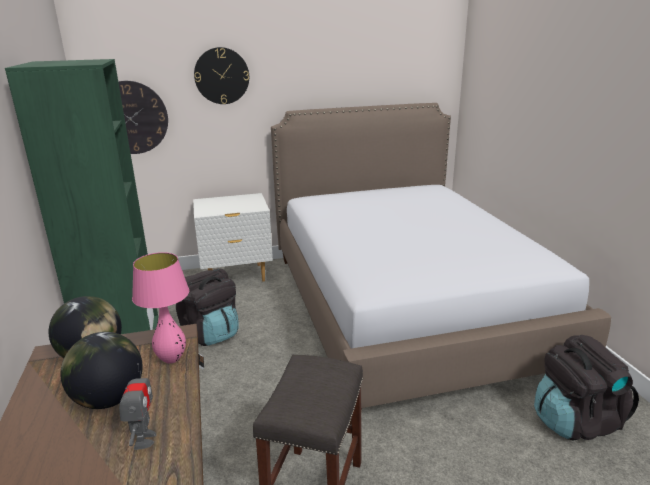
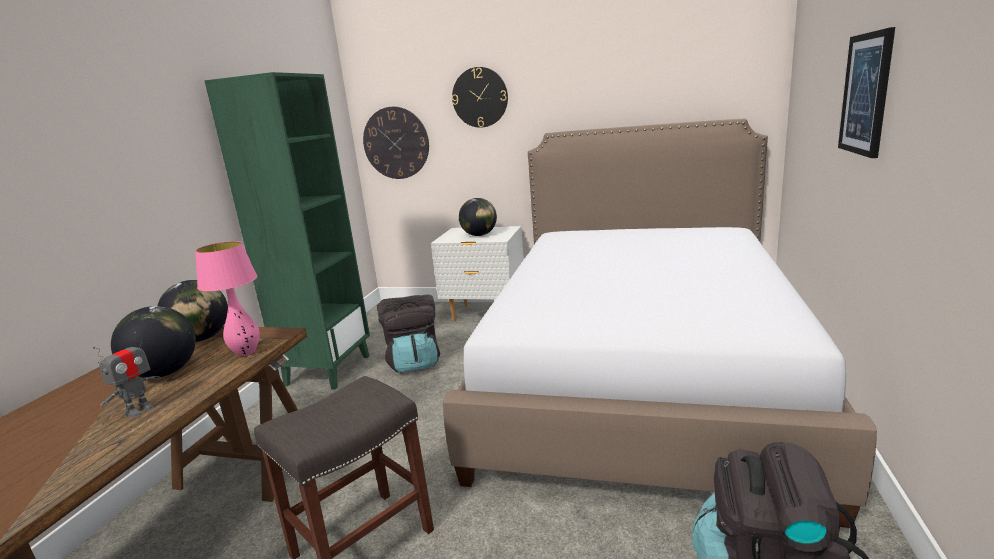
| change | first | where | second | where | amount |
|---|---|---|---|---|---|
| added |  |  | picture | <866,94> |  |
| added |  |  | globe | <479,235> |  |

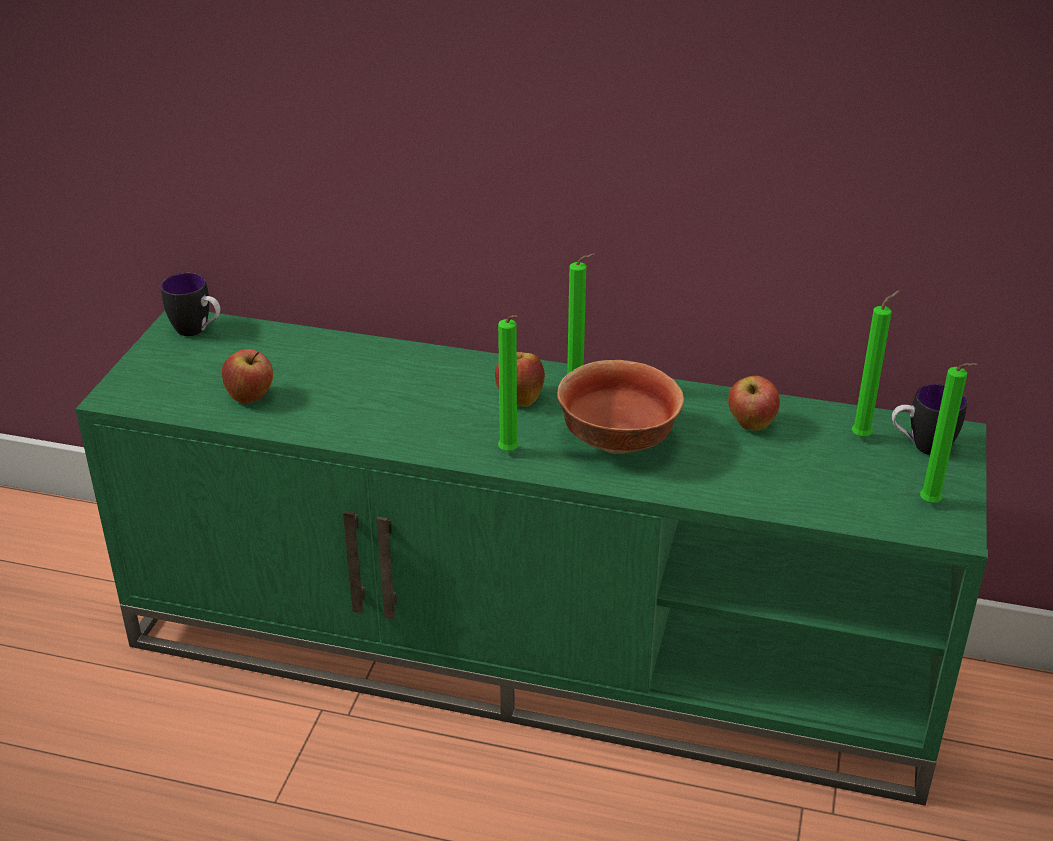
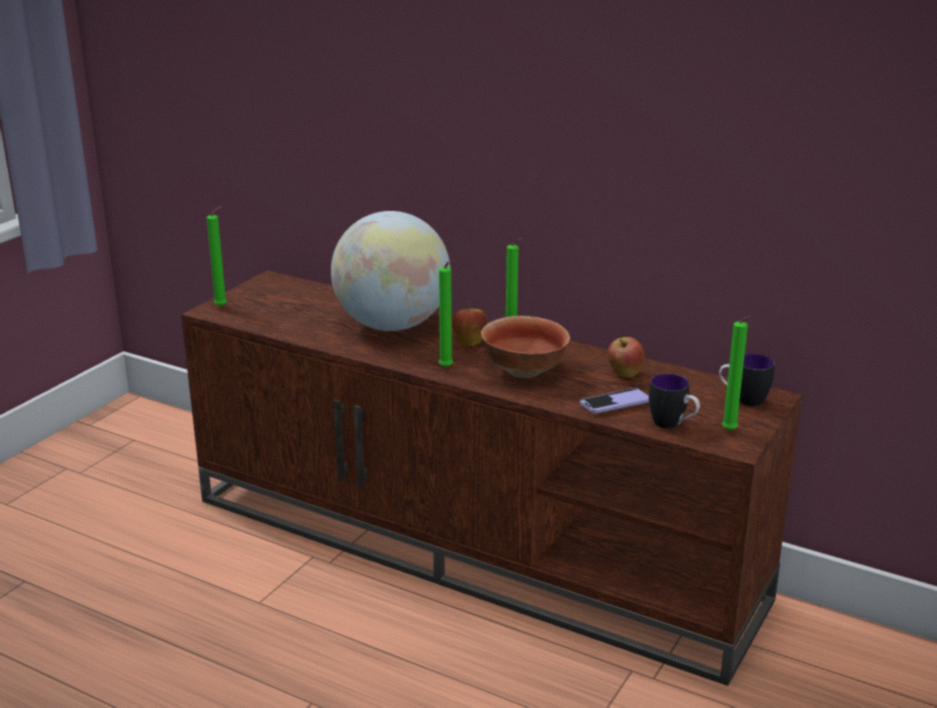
| change | first | where | second | where | amount |
|---|---|---|---|---|---|
| moved | coffee mug | <198,331> |  | <672,425> |  |
| moved | wax light/green-coloured | <863,436> |  | <223,306> |  |
| recoloured | media console/green-coloured | <533,652> | media console/brownish | <474,547> |  |
| removed | apple fruit | <251,397> |  |  |  |
| added |  |  | globe | <392,325> |  |
| added |  |  | handset | <615,403> |  |

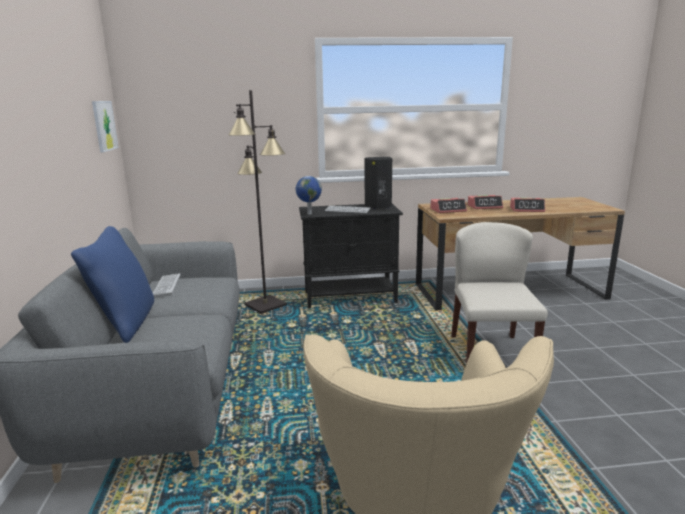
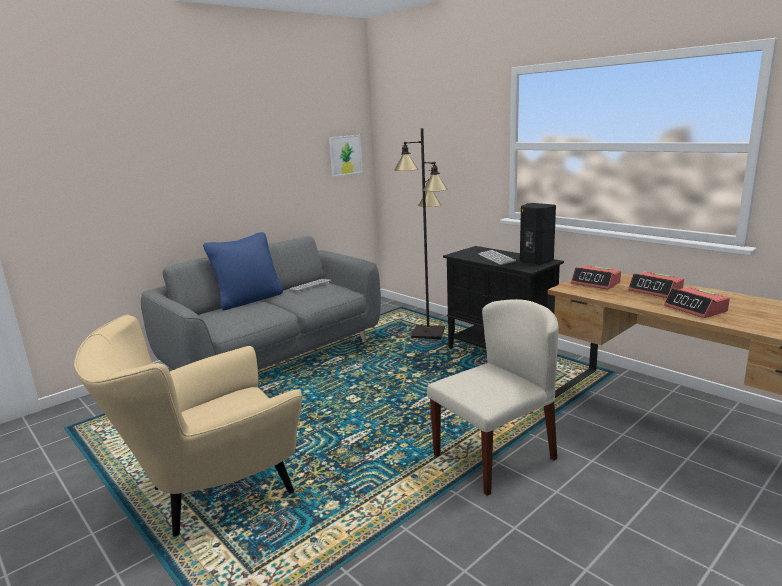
| change | first | where | second | where | amount |
|---|---|---|---|---|---|
| removed | globe | <309,214> |  |  |  |

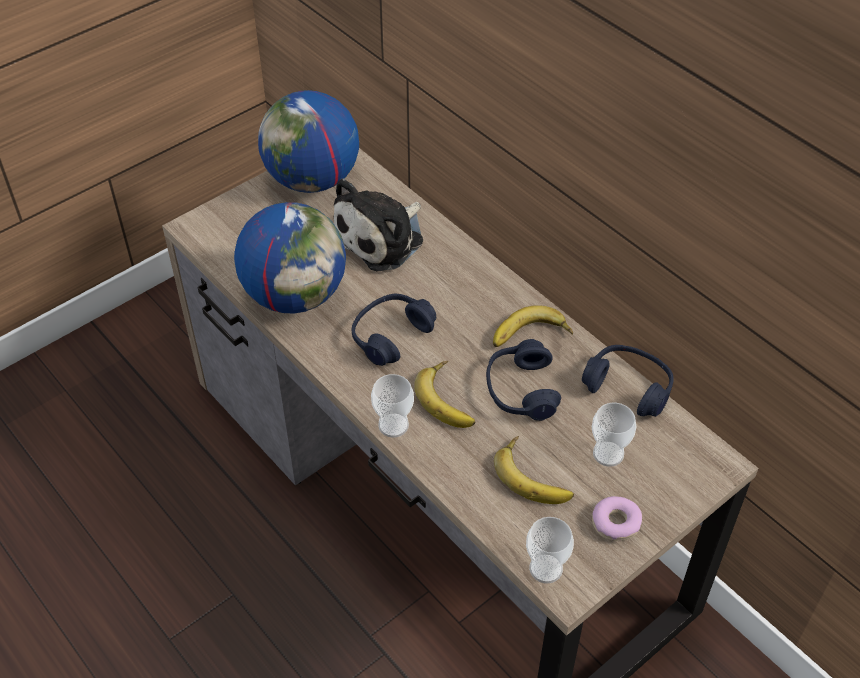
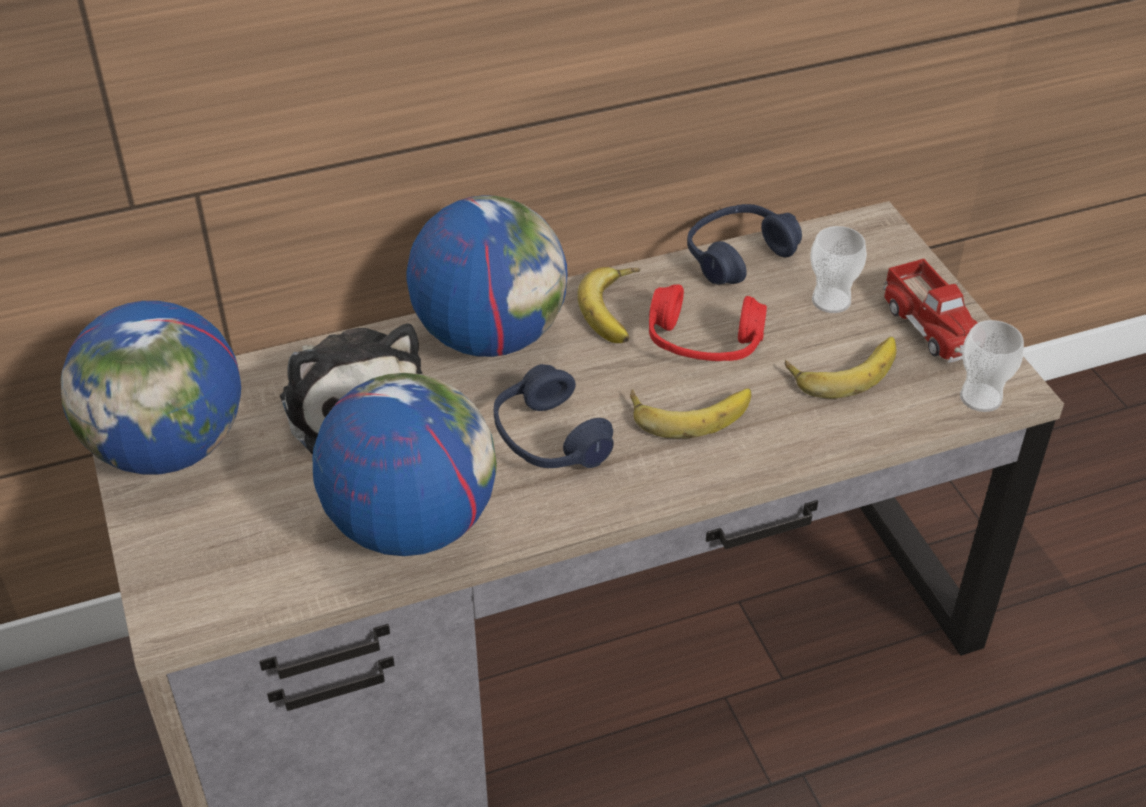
| change | first | where | second | where | amount |
|---|---|---|---|---|---|
| recoloured | pair of headphones/blue-coloured | <520,390> | pair of headphones/red | <703,343> |  |
| removed | cup | <393,425> |  |  |  |
| replaced | ring doughnut | <616,523> | toy truck | <932,324> |  |
| added |  |  | globe | <490,336> |  |

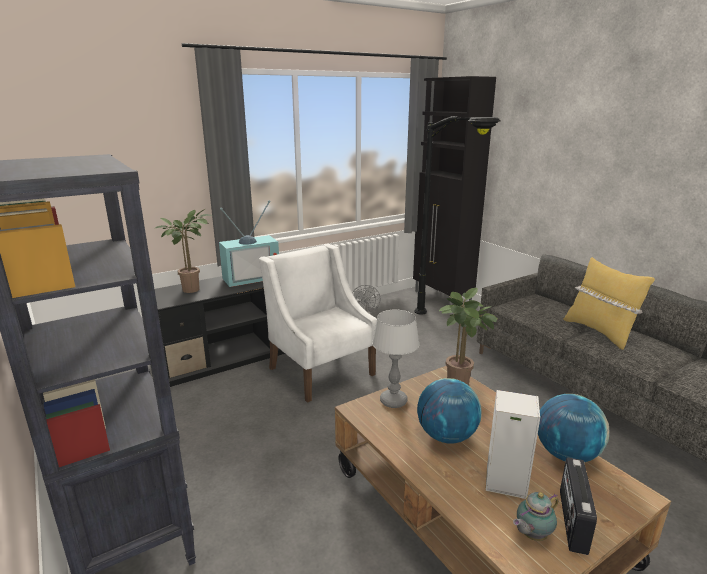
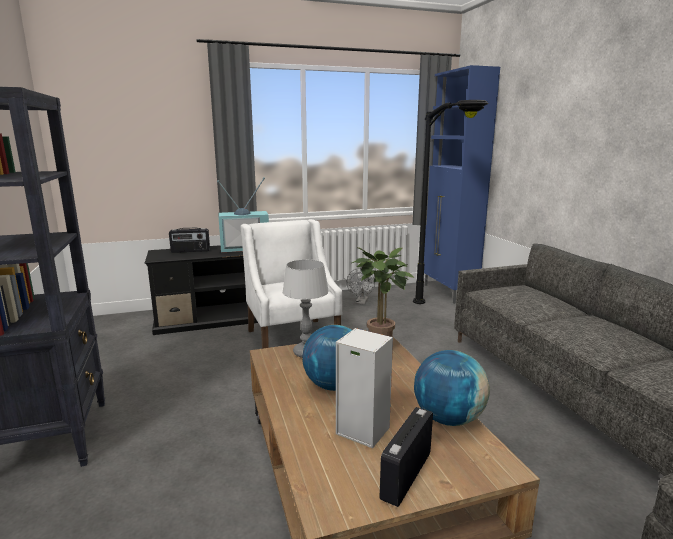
| change | first | where | second | where | amount |
|---|---|---|---|---|---|
| recoloured | cupboard/black | <442,298> | cupboard/blue-coloured | <449,293> |  |
| replaced | houseplant | <192,288> | radio set | <190,251> |  |
| removed | pillow/yellowish | <599,332> |  |  |  |
| removed | teapot | <531,535> |  |  |  |

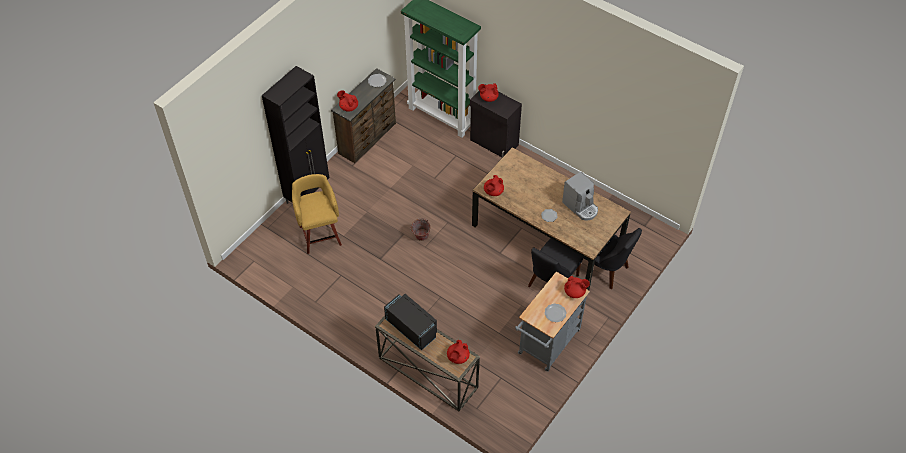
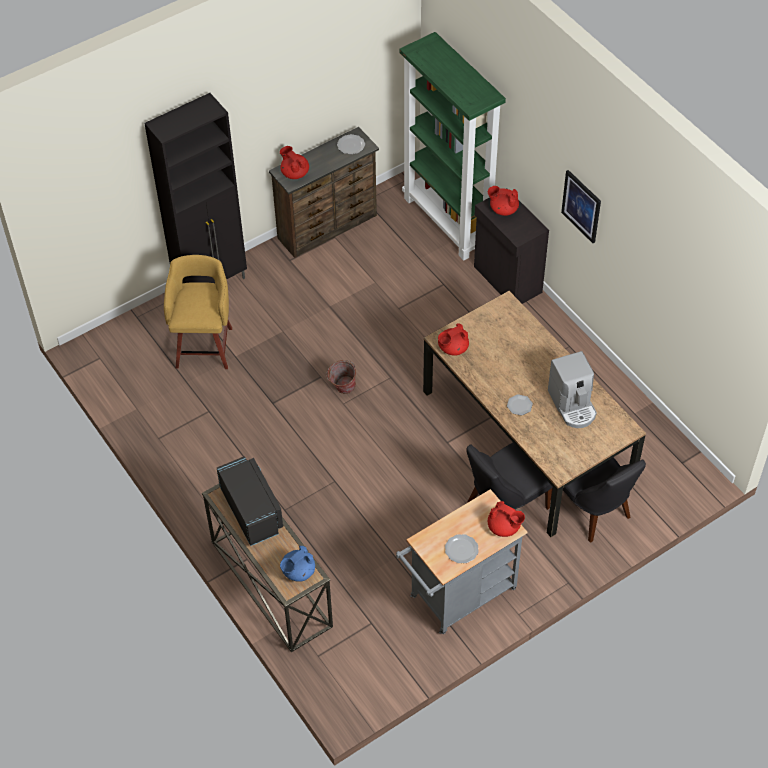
| change | first | where | second | where | amount |
|---|---|---|---|---|---|
| recoloured | teapot/red | <457,357> | teapot/blue-coloured | <298,572> |  |
| added |  |  | picture | <581,206> |  |

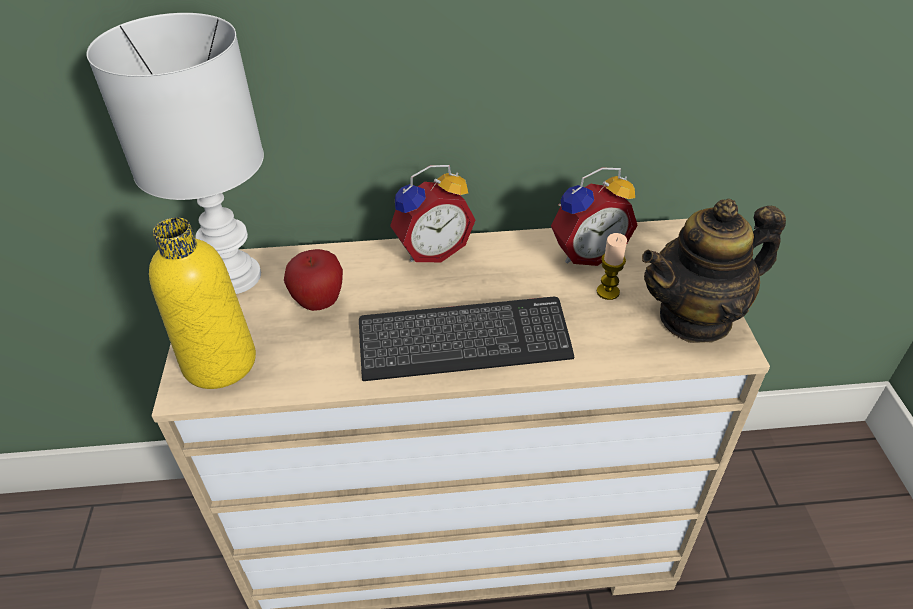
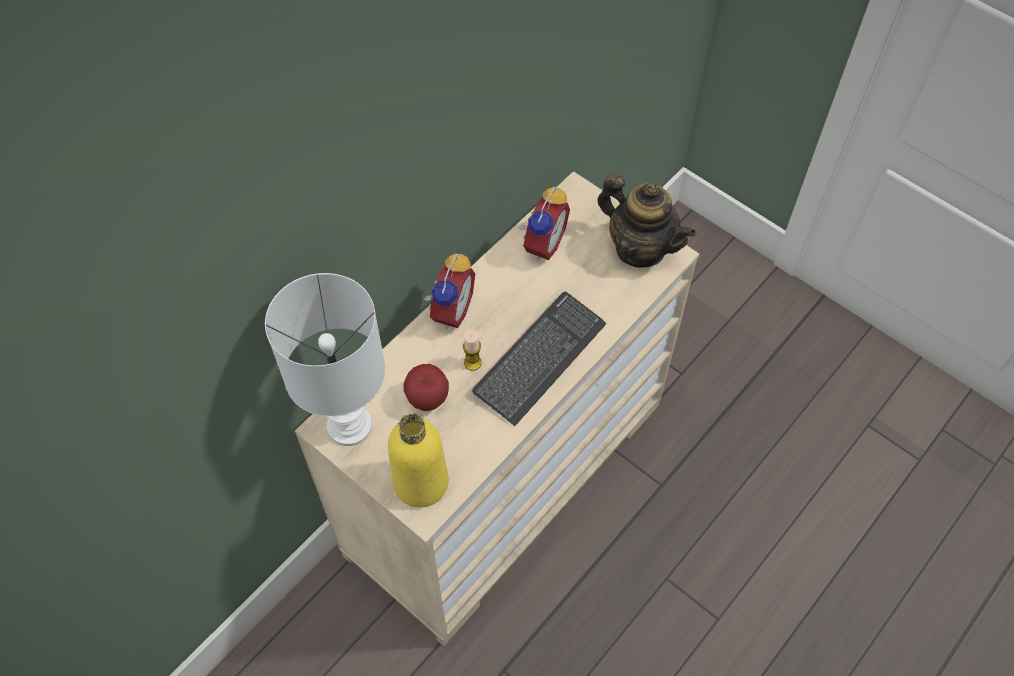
| change | first | where | second | where | amount |
|---|---|---|---|---|---|
| turned | teapot | <695,317> |  | <640,248> | 75 degrees counterclockwise |
| moved | wax light | <608,292> |  | <472,363> |  |

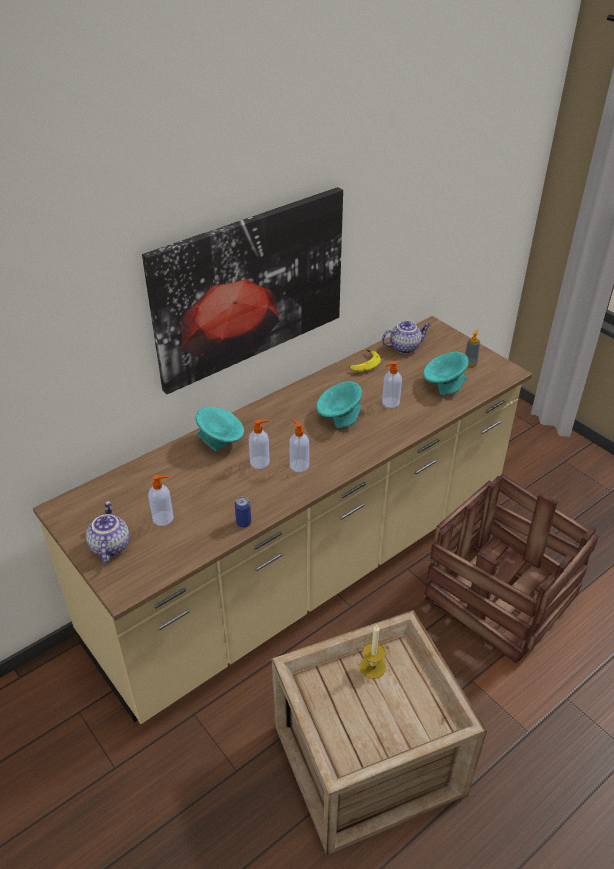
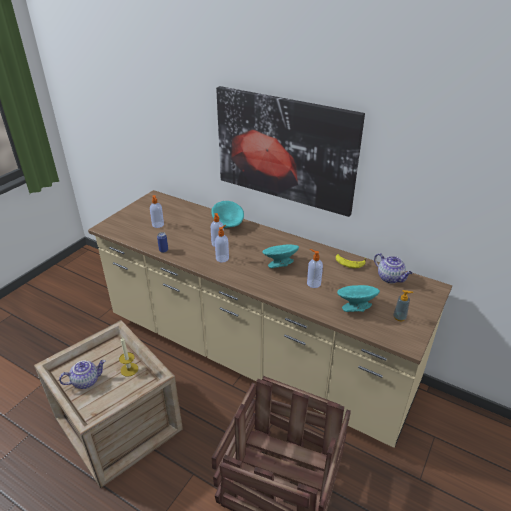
| change | first | where | second | where | amount |
|---|---|---|---|---|---|
| moved | teapot | <109,546> |  | <86,381> |  |

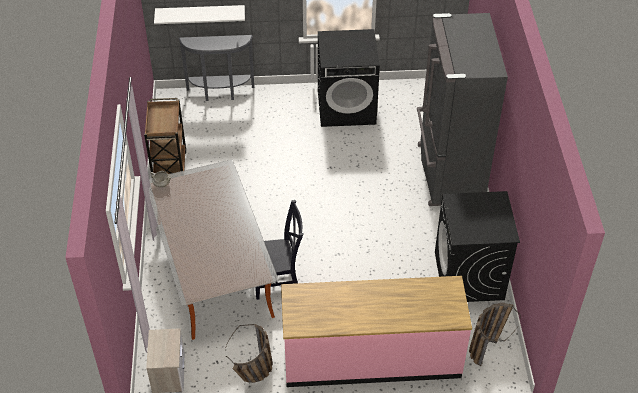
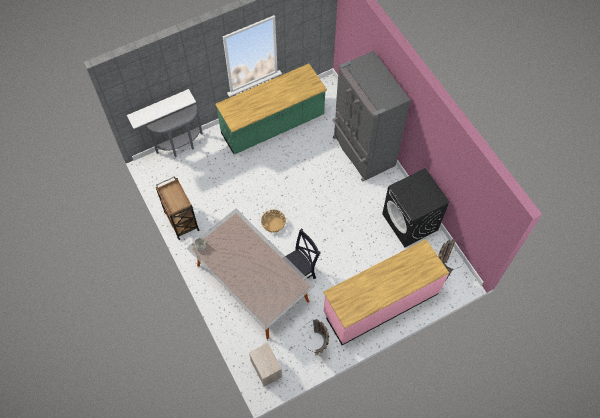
| change | first | where | second | where | amount |
|---|---|---|---|---|---|
| replaced | washing machine/black | <347,107> | counter/green-coloured | <273,126> |  |
| added |  |  | basket | <273,224> |  |

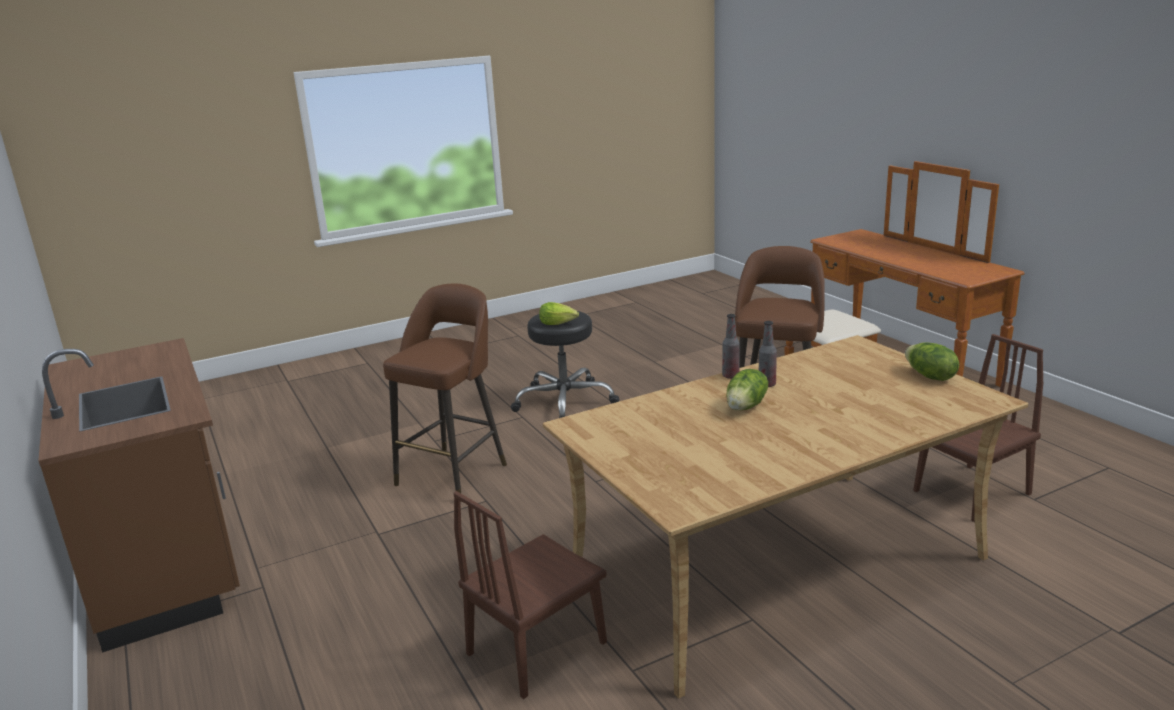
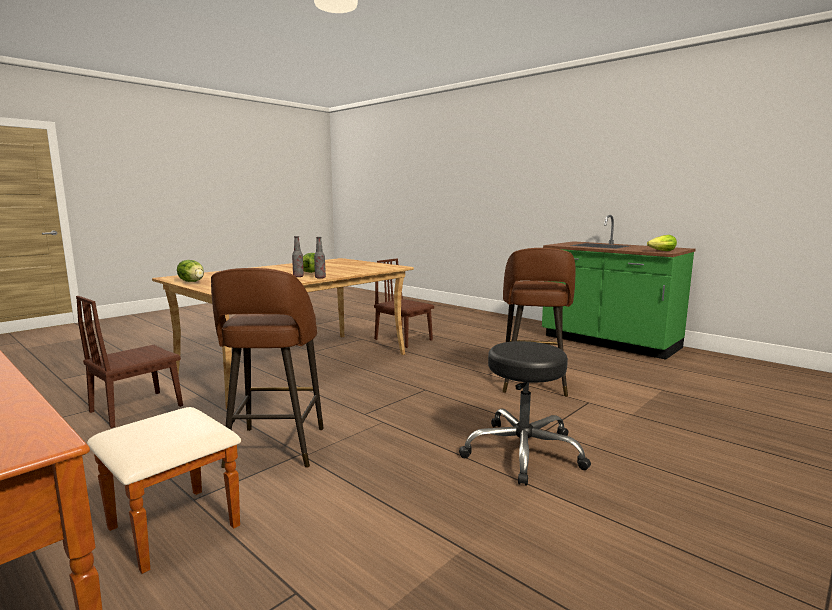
| change | first | where | second | where | amount |
|---|---|---|---|---|---|
| moved | head of lettuce | <558,323> |  | <662,251> |  |
| recoloured | counter/brownish | <168,562> | counter/green-coloured | <609,342> |  |
| turned | upright chair/brownish | <537,648> |  | <403,339> | 75 degrees counterclockwise |

